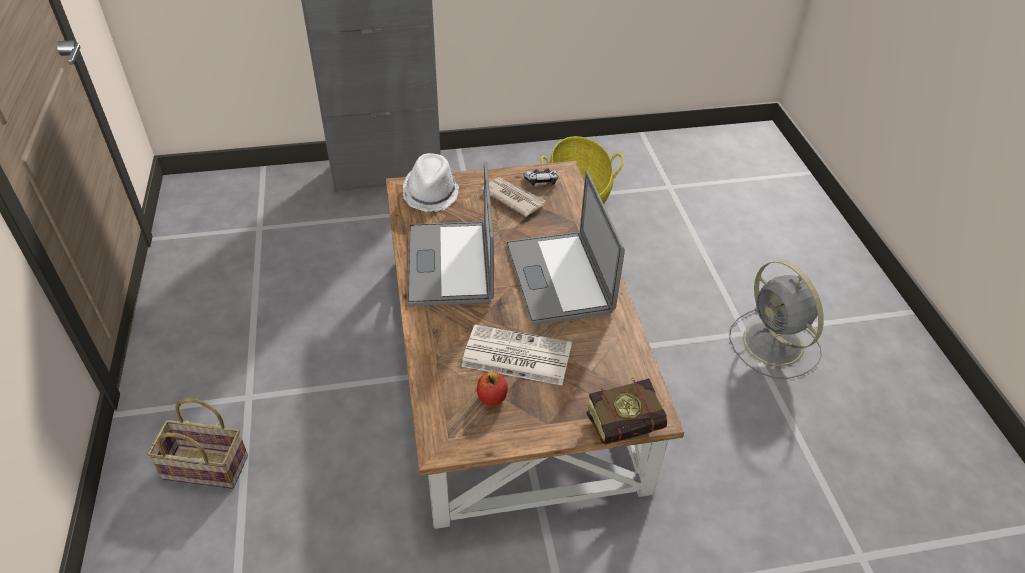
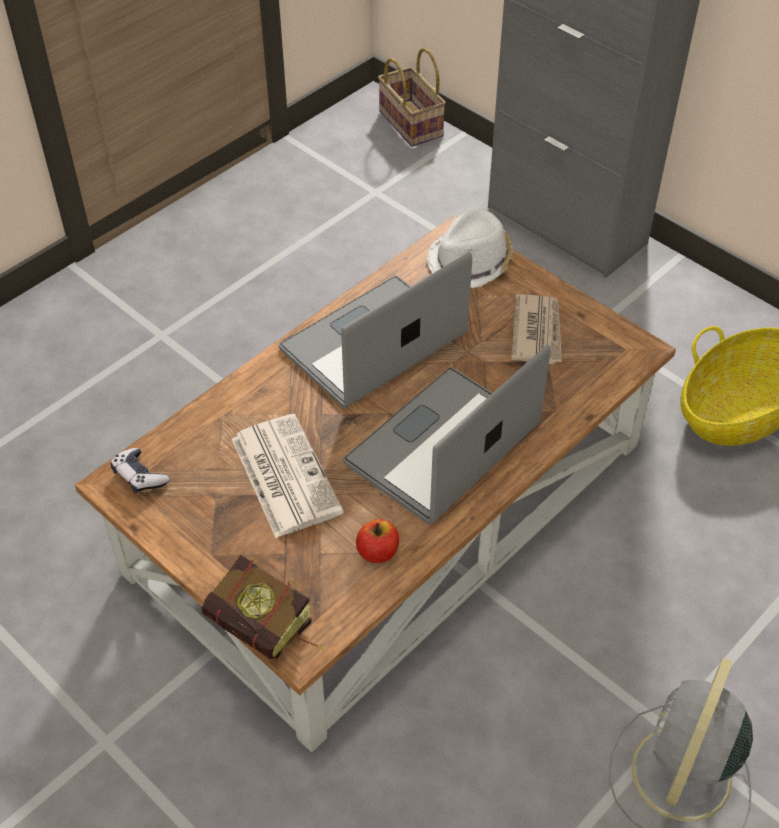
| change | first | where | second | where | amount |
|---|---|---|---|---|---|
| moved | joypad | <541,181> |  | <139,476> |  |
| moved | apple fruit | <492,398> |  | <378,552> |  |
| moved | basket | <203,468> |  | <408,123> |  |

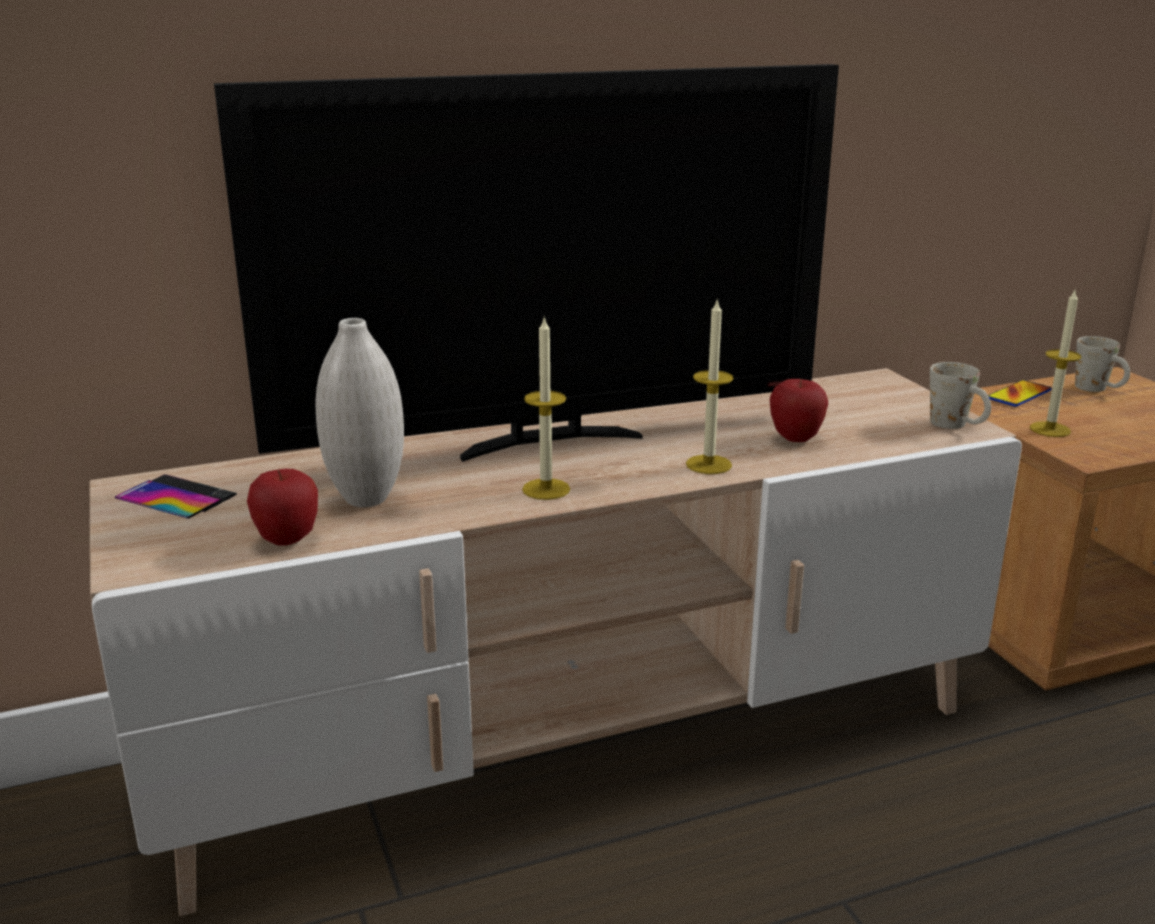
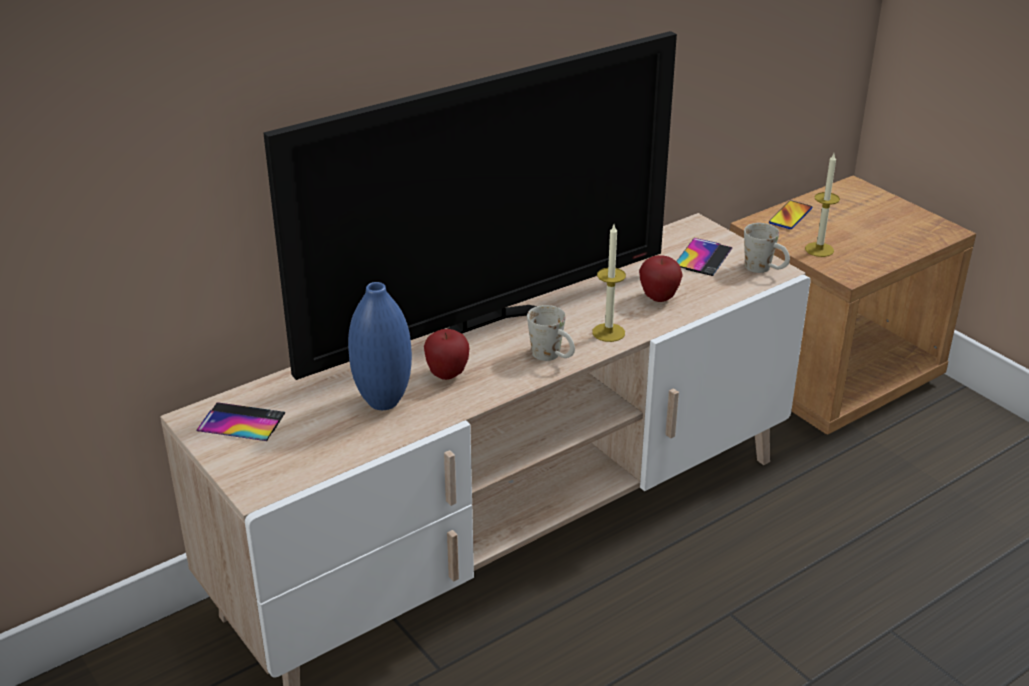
| change | first | where | second | where | amount |
|---|---|---|---|---|---|
| removed | wax light | <546,489> |  |  |  |
| recoloured | decorative vase/white-coloured | <366,498> | decorative vase/blue-coloured | <383,402> |  |
| moved | coffee mug/white-coloured | <1099,390> |  | <553,357> |  |
| moved | apple fruit | <287,540> |  | <447,375> |  |
| added |  |  | handset | <703,257> |  |

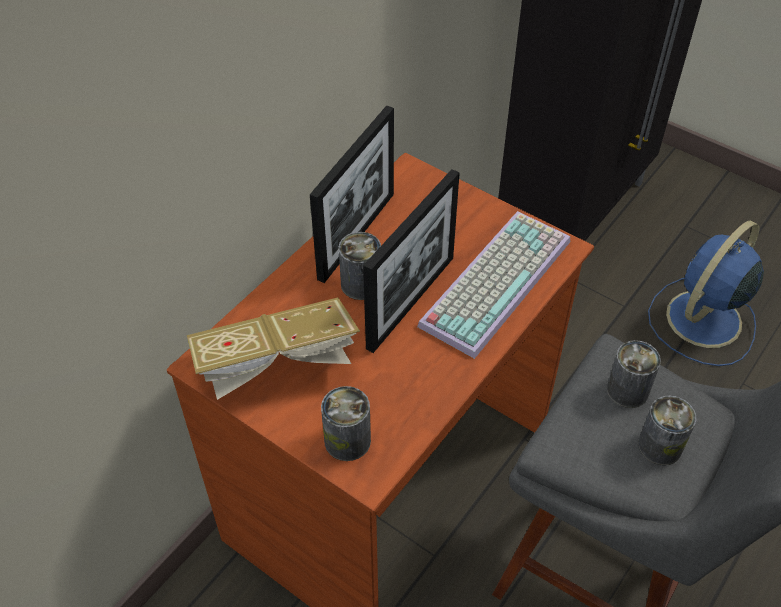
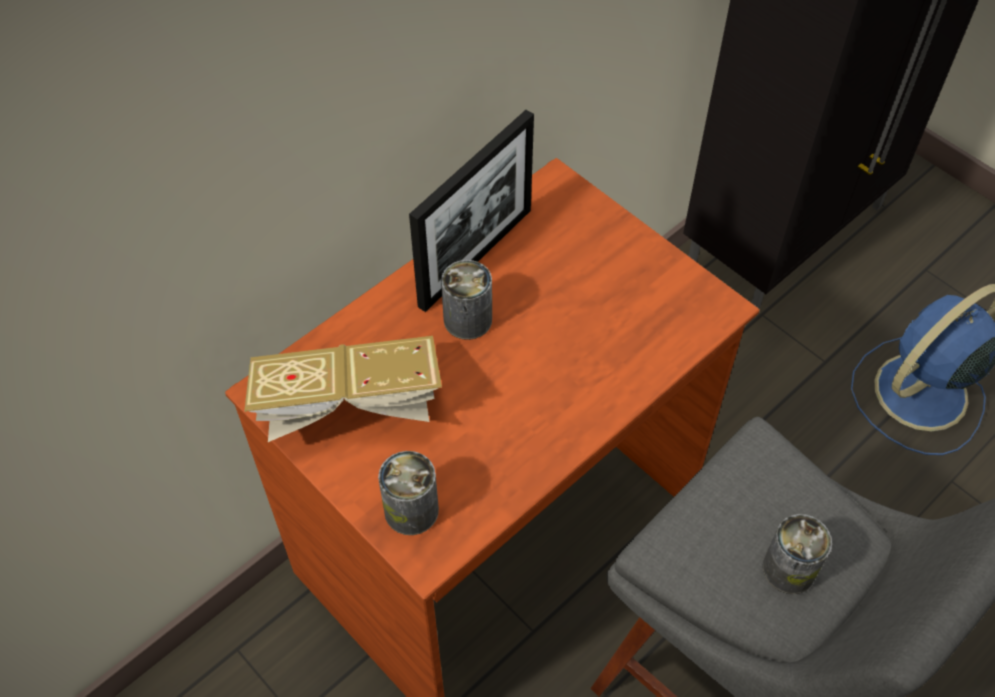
| change | first | where | second | where | amount |
|---|---|---|---|---|---|
| removed | photo frame | <411,302> |  |  |  |
| removed | keyboard | <494,279> |  |  |  |
| removed | sealed can | <627,390> |  |  |  |

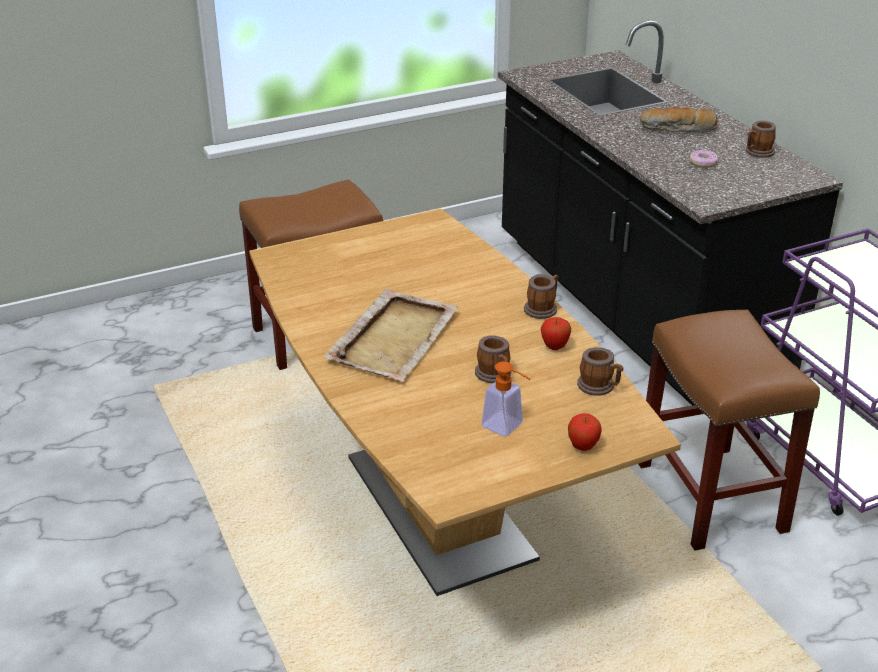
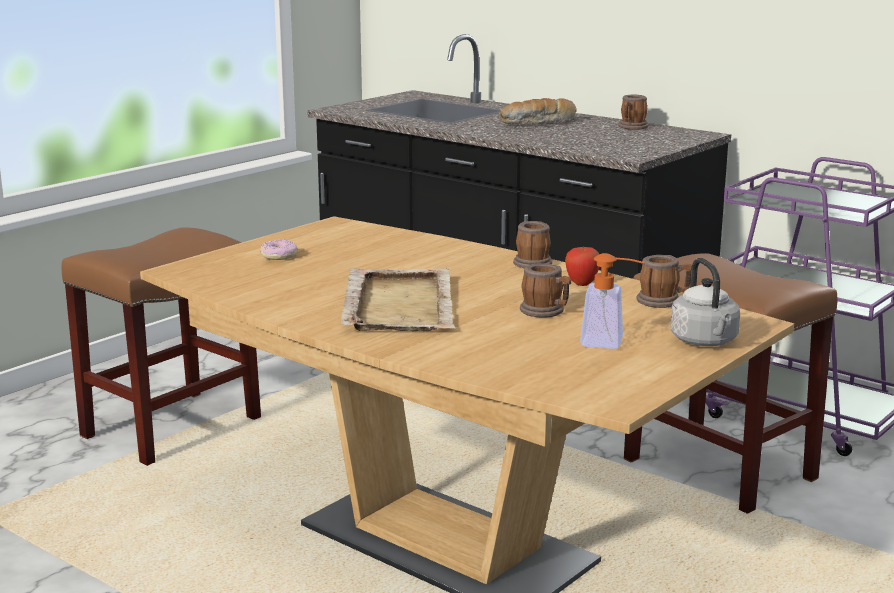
| change | first | where | second | where | amount |
|---|---|---|---|---|---|
| moved | ring doughnut | <703,163> |  | <279,256> |  |
| replaced | apple fruit | <583,447> | kettle/grey | <705,342> |  |

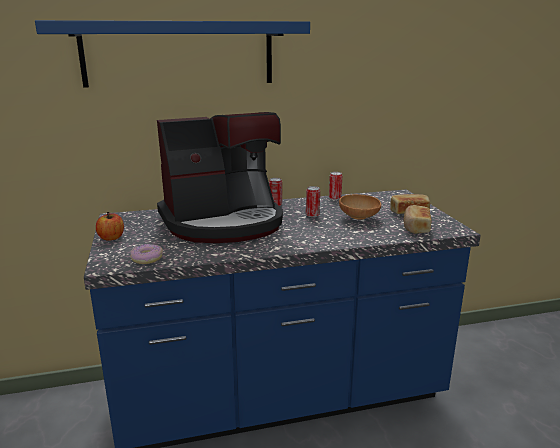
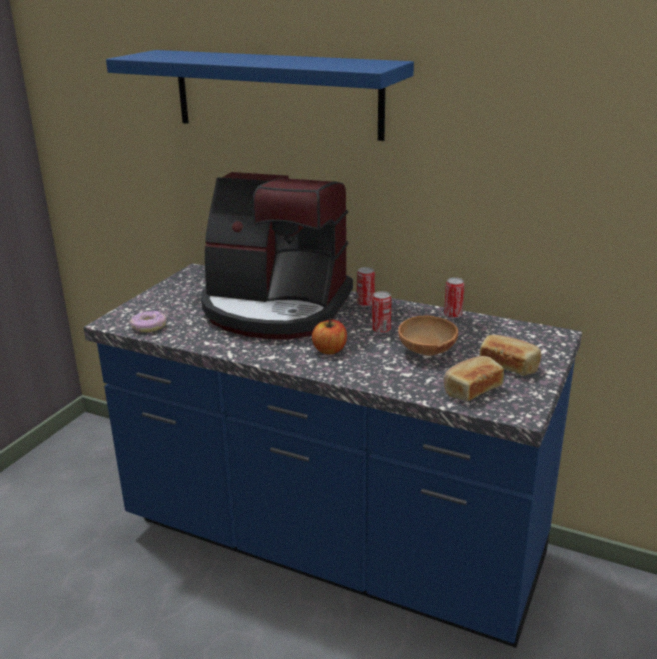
| change | first | where | second | where | amount |
|---|---|---|---|---|---|
| moved | apple fruit | <111,238> |  | <329,350> |  |

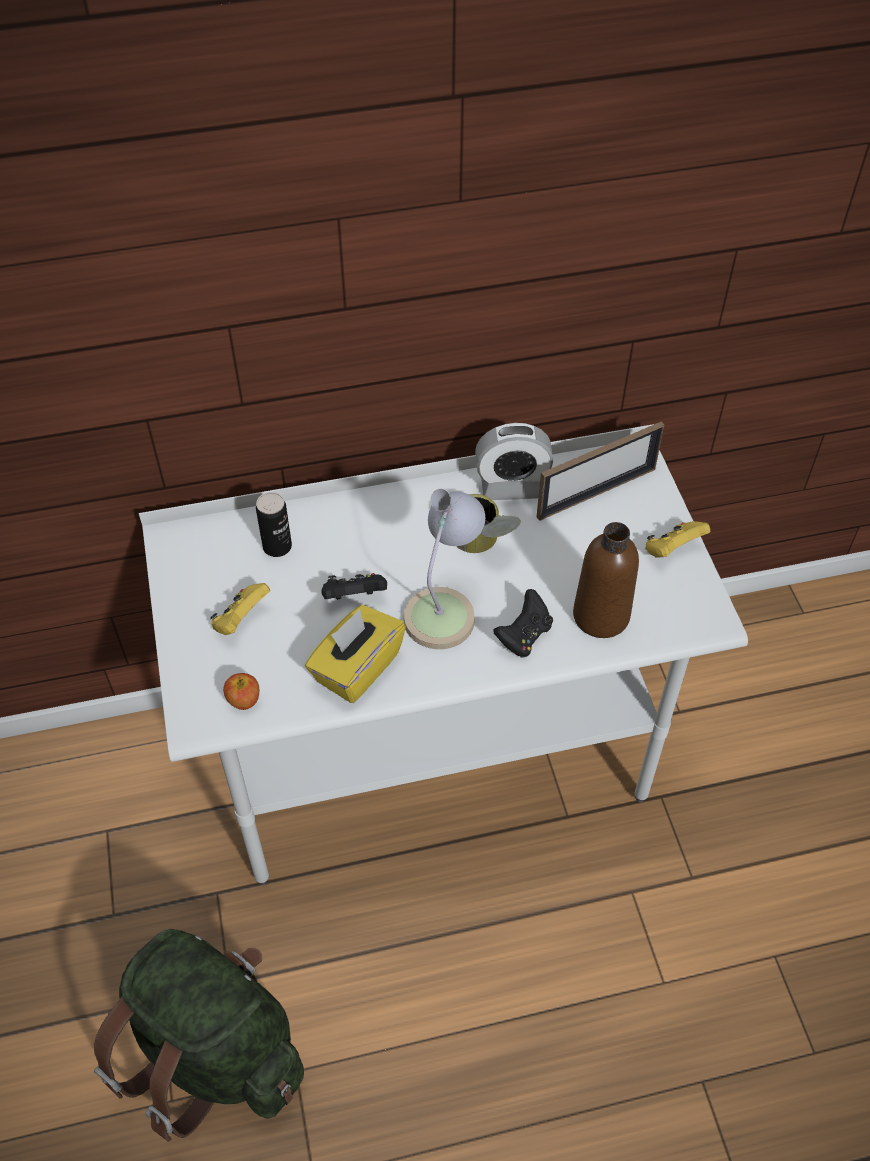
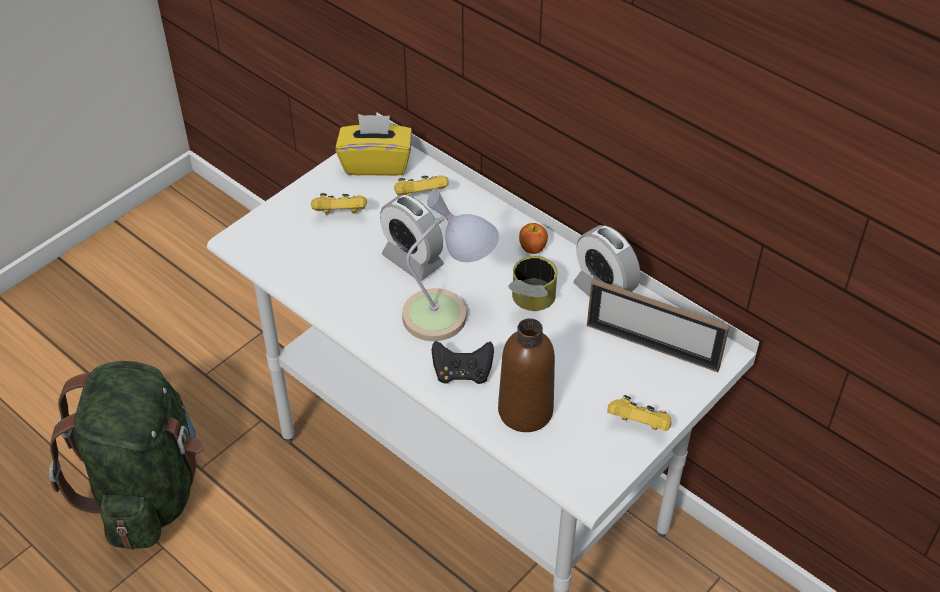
| change | first | where | second | where | amount |
|---|---|---|---|---|---|
| replaced | sealed can | <277,546> | joypad/yellowish | <420,197> |  |
| replaced | joypad/black | <354,597> | alarm clock | <412,260> |  |
| moved | tissue box/yellowish | <356,668> |  | <376,163> |  |
| moved | apple fruit | <244,700> |  | <532,248> |  |

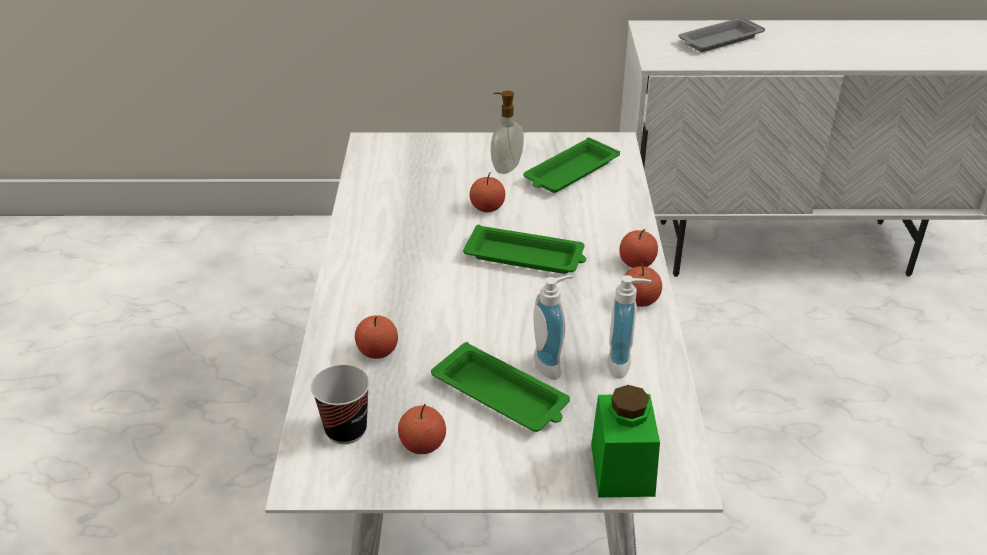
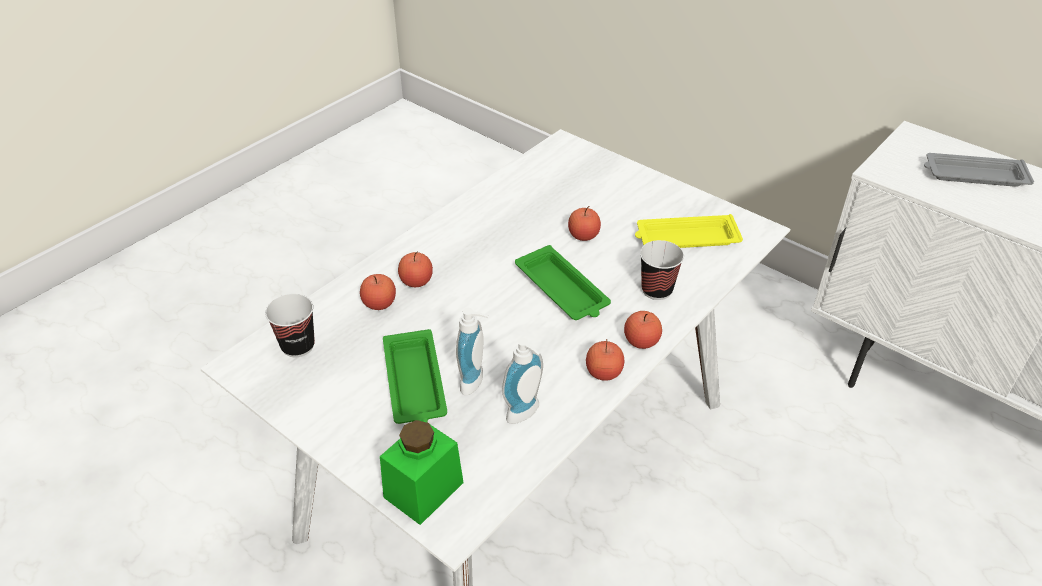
| change | first | where | second | where | amount |
|---|---|---|---|---|---|
| removed | soap bottle | <505,167> |  |  |  |
| recoloured | tray/green-coloured | <570,173> | tray/yellowish | <685,238> |  |
| moved | apple fruit | <422,444> |  | <416,281> |  |
| added |  |  | cup | <657,290> |  |

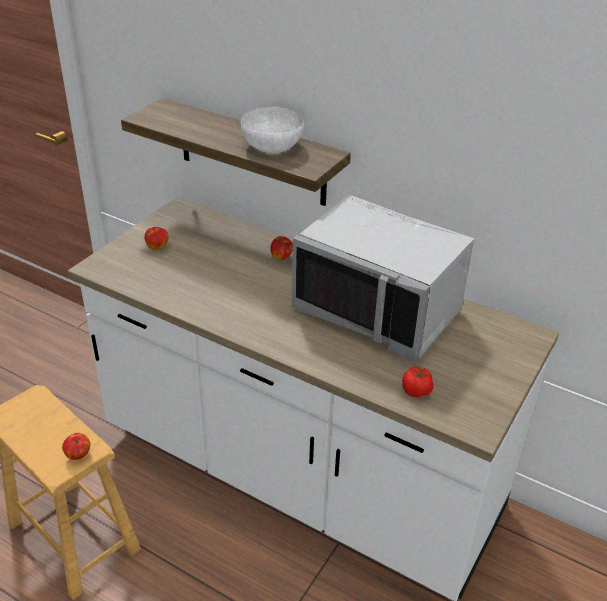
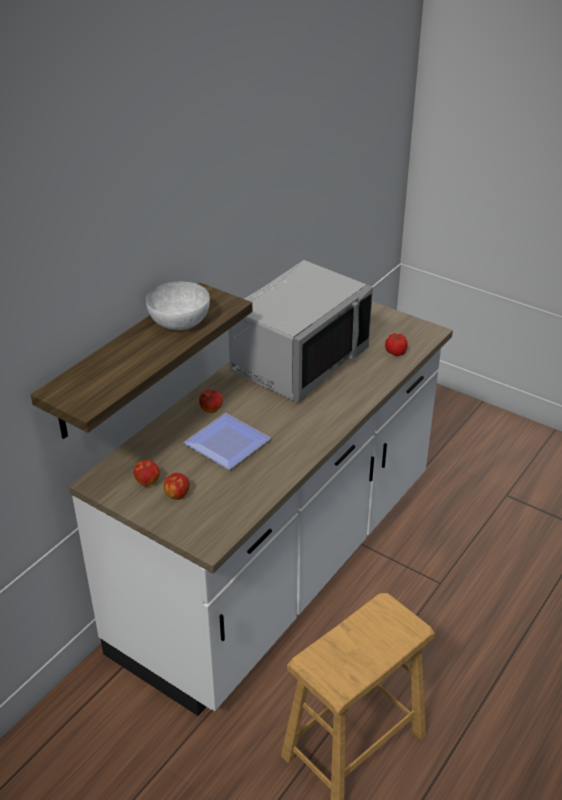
| change | first | where | second | where | amount |
|---|---|---|---|---|---|
| moved | apple fruit | <78,455> |  | <147,481> |  |
| added |  |  | dinner plate | <227,442> |  |

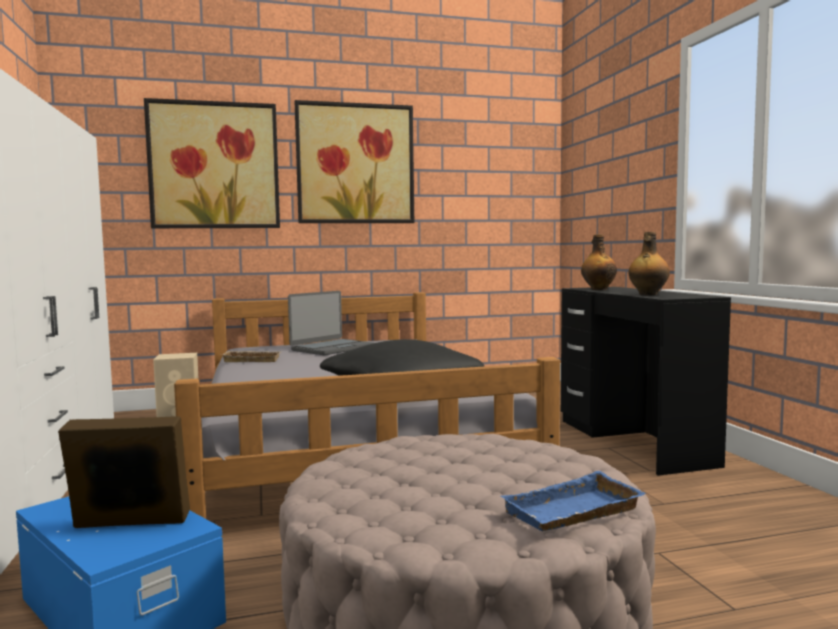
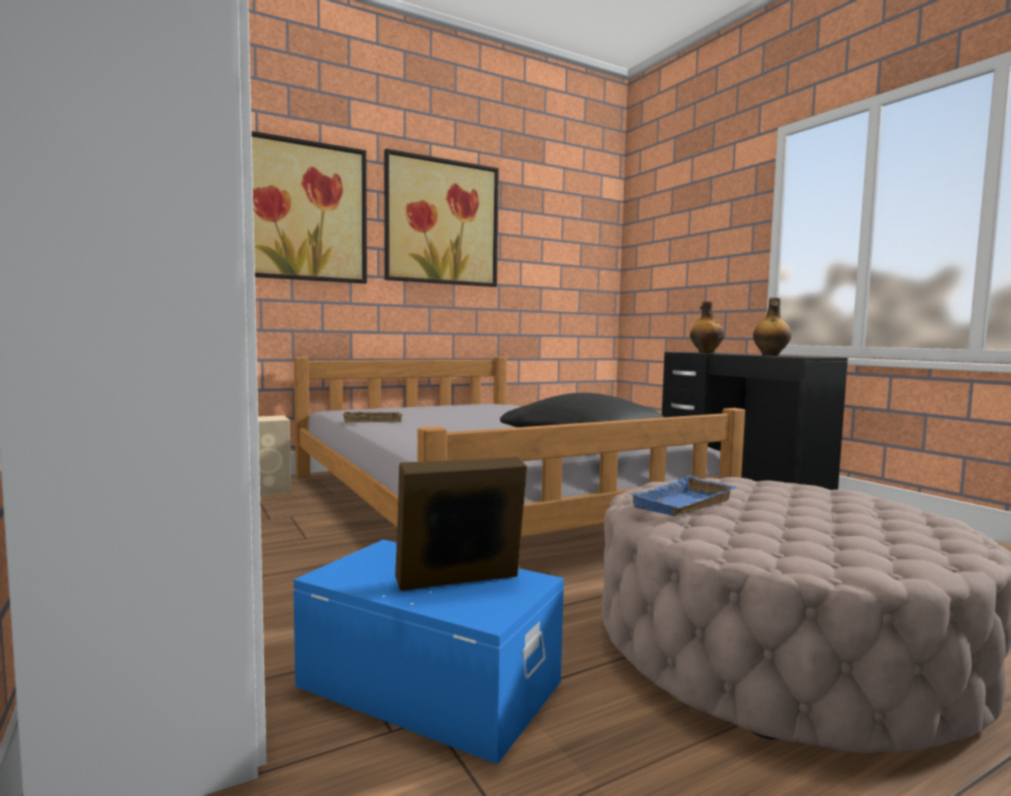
| change | first | where | second | where | amount |
|---|---|---|---|---|---|
| removed | notebook computer | <332,348> |  |  |  |
| moved | tray/blue-coloured | <573,513> |  | <685,505> |  |

